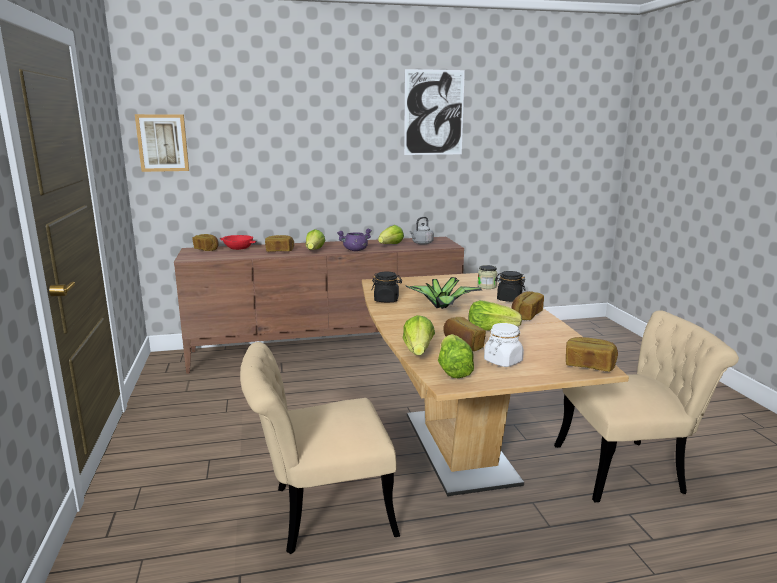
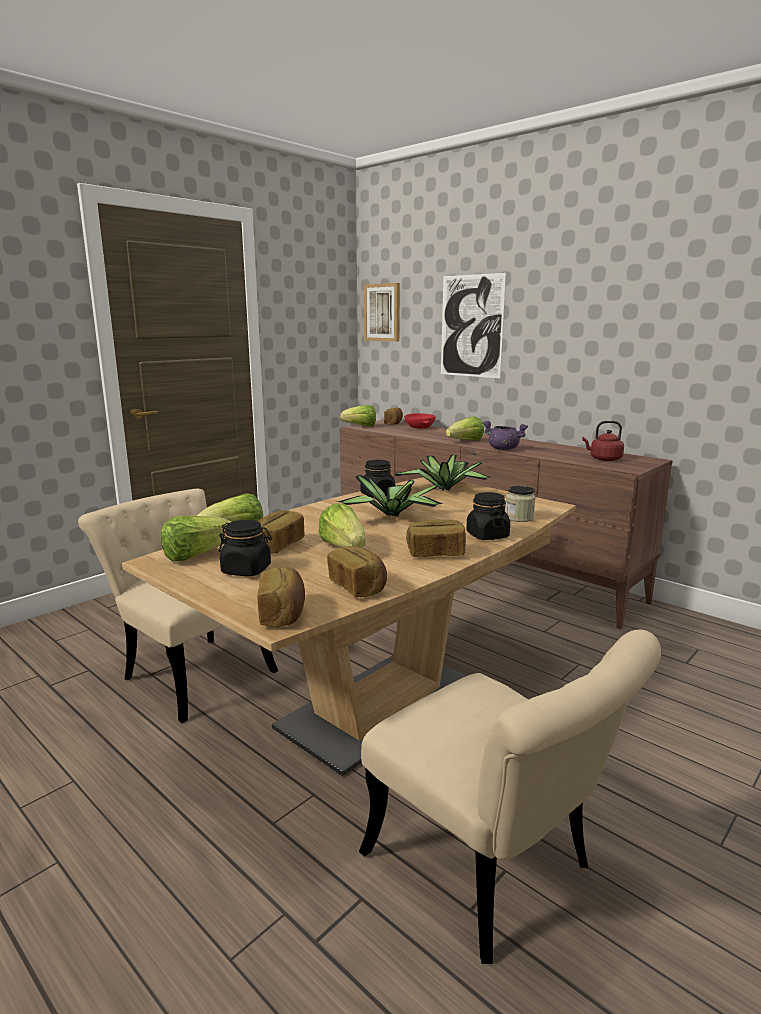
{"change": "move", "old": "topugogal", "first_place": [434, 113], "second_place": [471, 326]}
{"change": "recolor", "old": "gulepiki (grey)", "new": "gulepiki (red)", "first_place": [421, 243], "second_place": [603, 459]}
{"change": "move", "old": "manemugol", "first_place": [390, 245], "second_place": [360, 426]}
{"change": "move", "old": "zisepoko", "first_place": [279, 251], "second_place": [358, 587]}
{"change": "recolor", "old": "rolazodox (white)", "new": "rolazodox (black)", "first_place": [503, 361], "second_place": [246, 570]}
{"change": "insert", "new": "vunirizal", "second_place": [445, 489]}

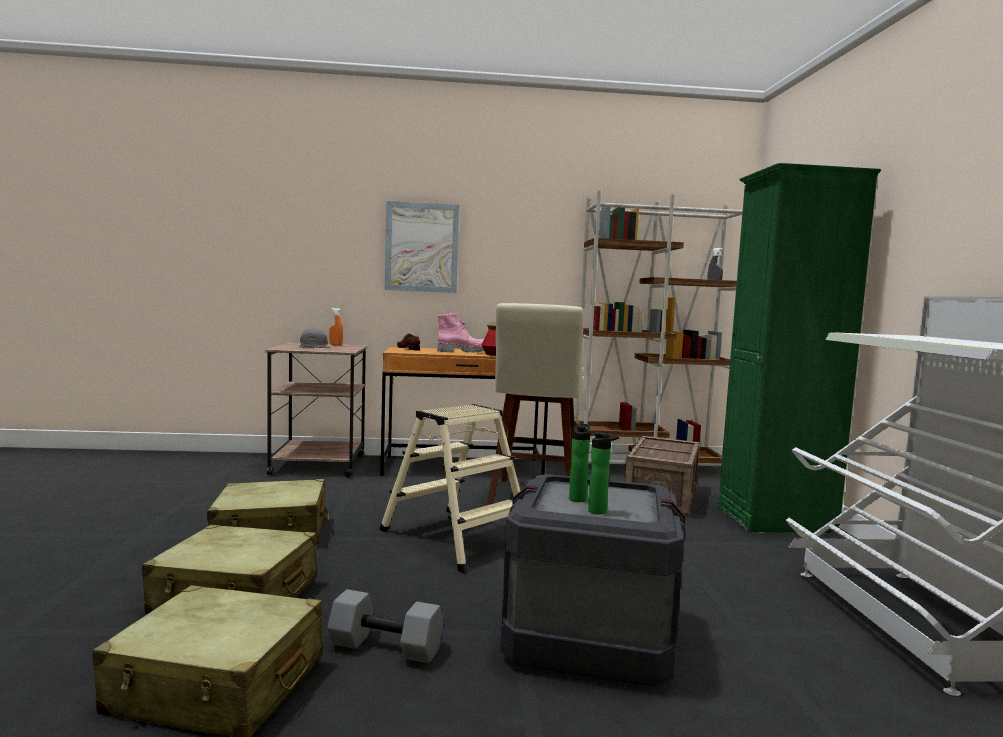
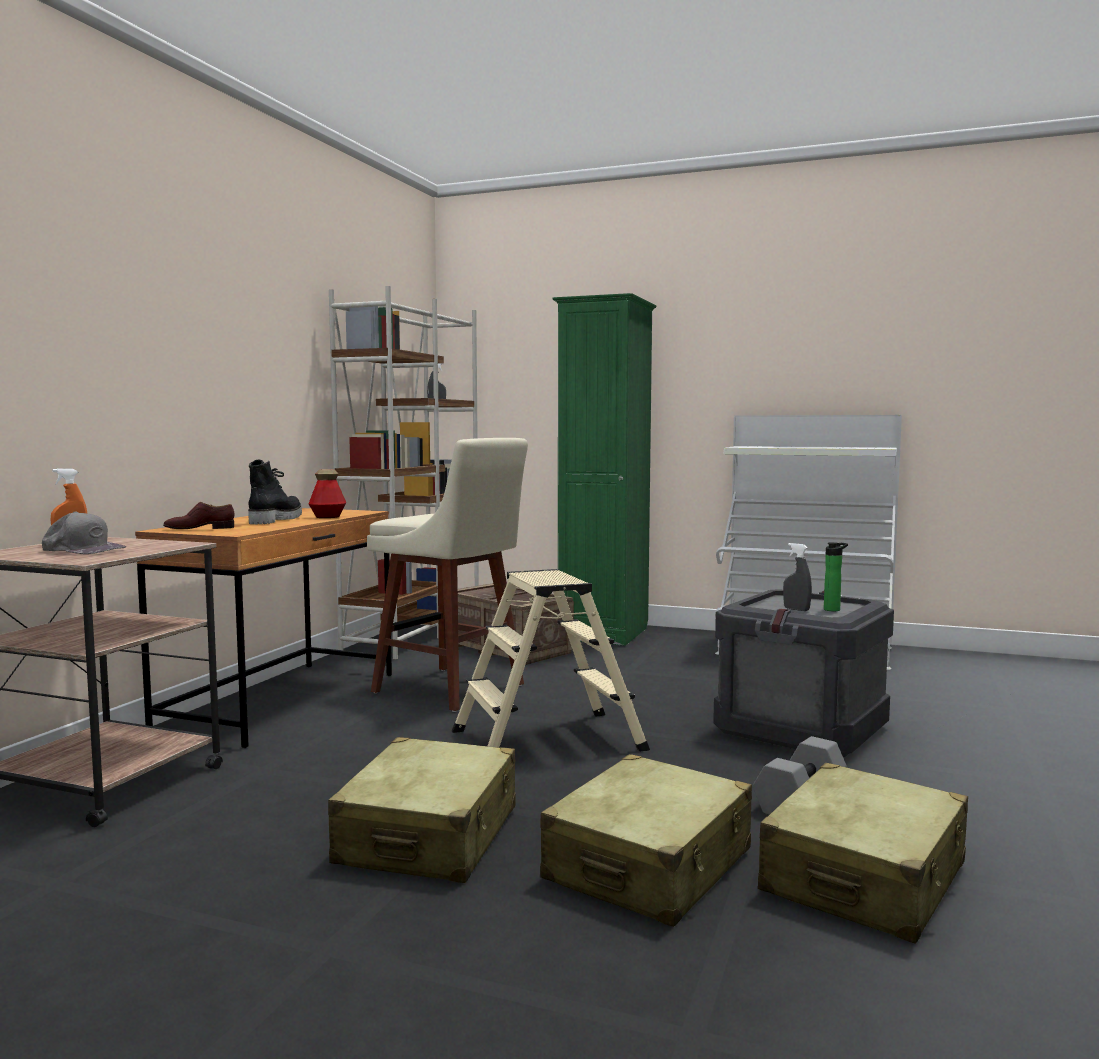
{"change": "delete", "old": "topugogal", "first_place": [422, 247]}
{"change": "recolor", "old": "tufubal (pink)", "new": "tufubal (black)", "first_place": [463, 351], "second_place": [274, 520]}
{"change": "replace", "old": "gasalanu", "new": "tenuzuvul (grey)", "first_place": [578, 498], "second_place": [796, 609]}

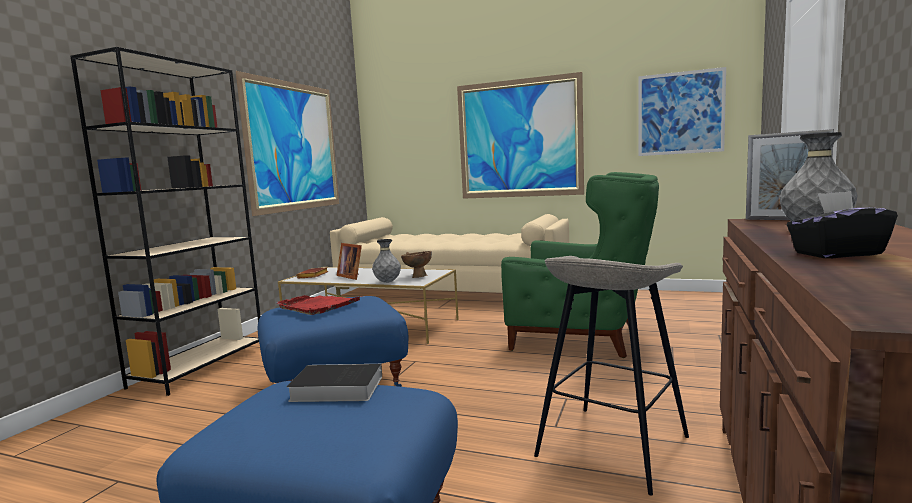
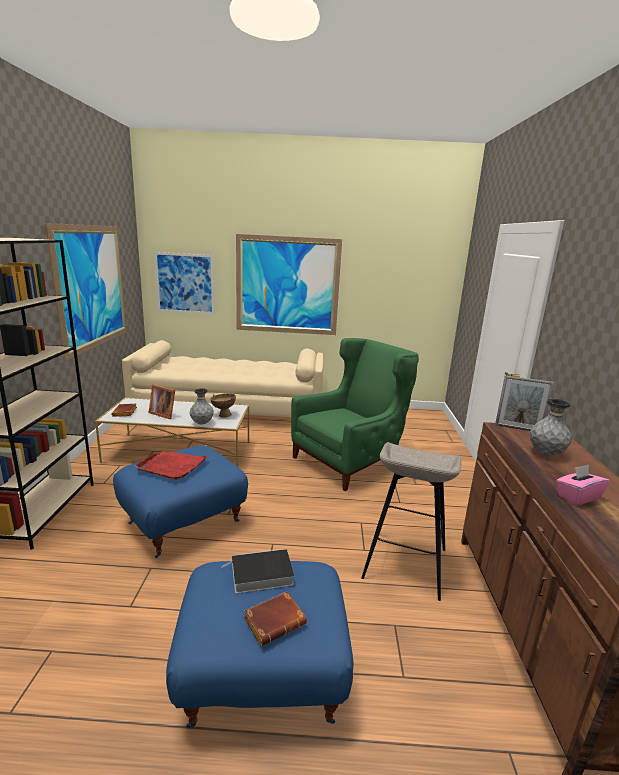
{"change": "move", "old": "topugogal", "first_place": [680, 113], "second_place": [185, 283]}
{"change": "rotate", "old": "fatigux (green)", "first_place": [582, 338], "second_place": [349, 461], "degrees": -45}
{"change": "recolor", "old": "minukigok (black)", "new": "minukigok (pink)", "first_place": [837, 254], "second_place": [577, 497]}
{"change": "insert", "new": "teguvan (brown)", "second_place": [275, 620]}

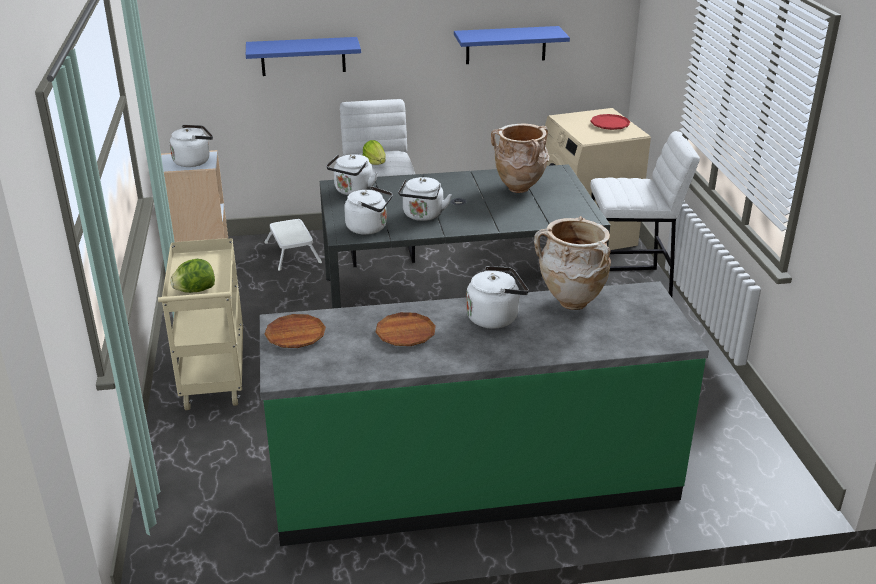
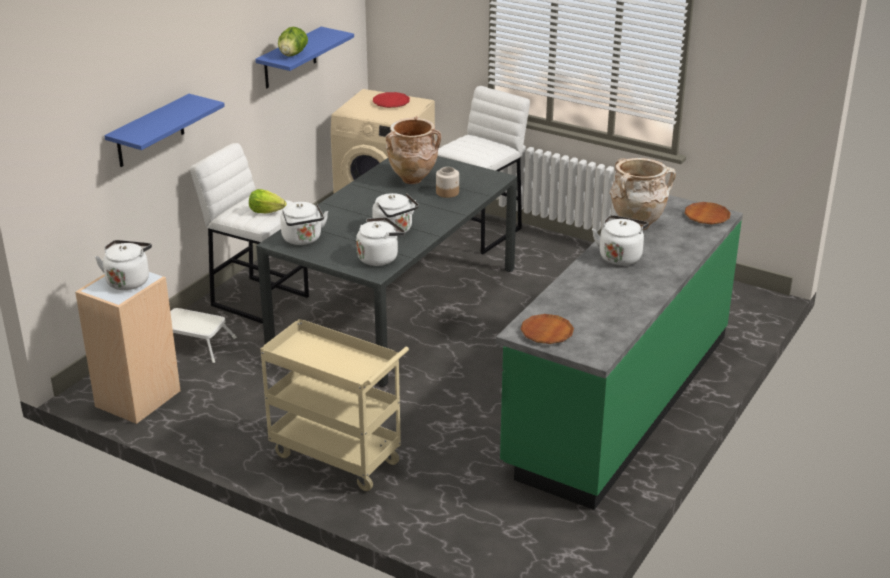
{"change": "move", "old": "manemugol", "first_place": [195, 290], "second_place": [292, 55]}
{"change": "move", "old": "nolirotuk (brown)", "first_place": [405, 333], "second_place": [707, 216]}
{"change": "insert", "new": "rolazodox", "second_place": [447, 192]}

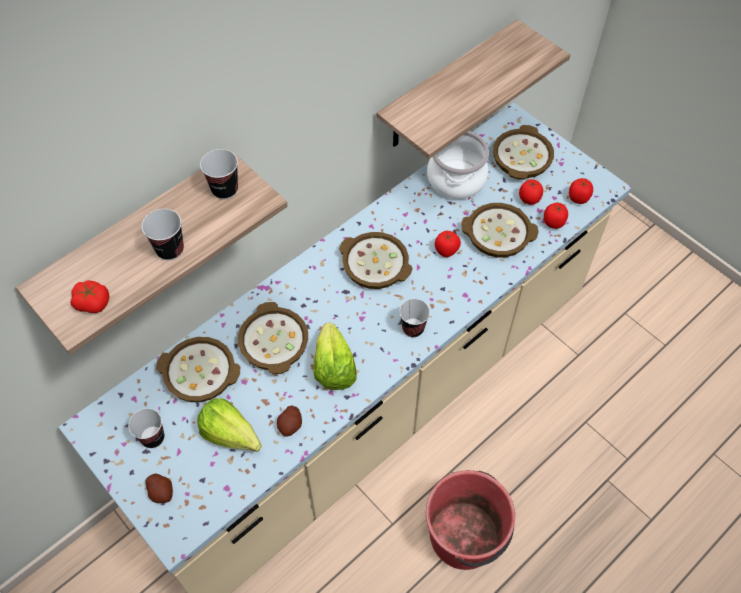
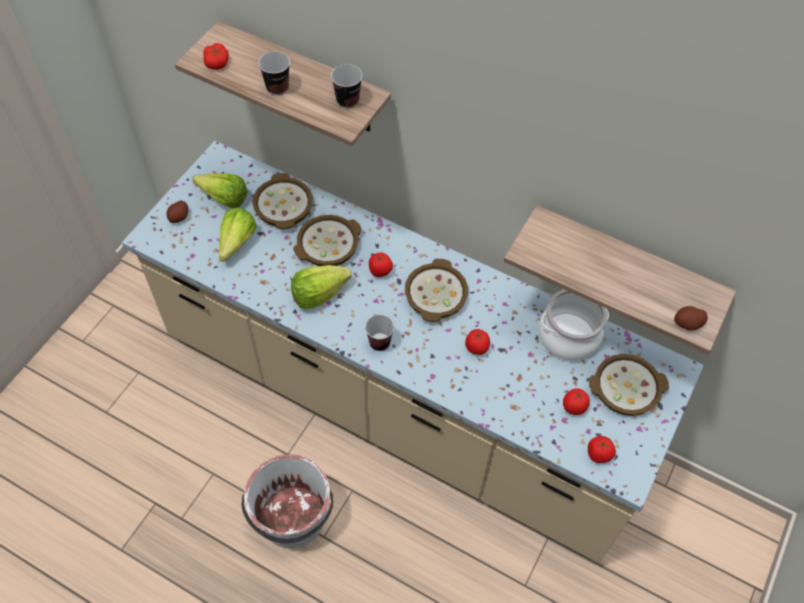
{"change": "delete", "old": "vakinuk", "first_place": [497, 235]}
{"change": "move", "old": "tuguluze", "first_place": [553, 223], "second_place": [380, 272]}
{"change": "move", "old": "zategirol", "first_place": [290, 425], "second_place": [687, 323]}
{"change": "replace", "old": "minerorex", "new": "manemugol", "first_place": [153, 438], "second_place": [221, 197]}
{"change": "recolor", "old": "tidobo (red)", "new": "tidobo (white)", "first_place": [465, 536], "second_place": [293, 518]}

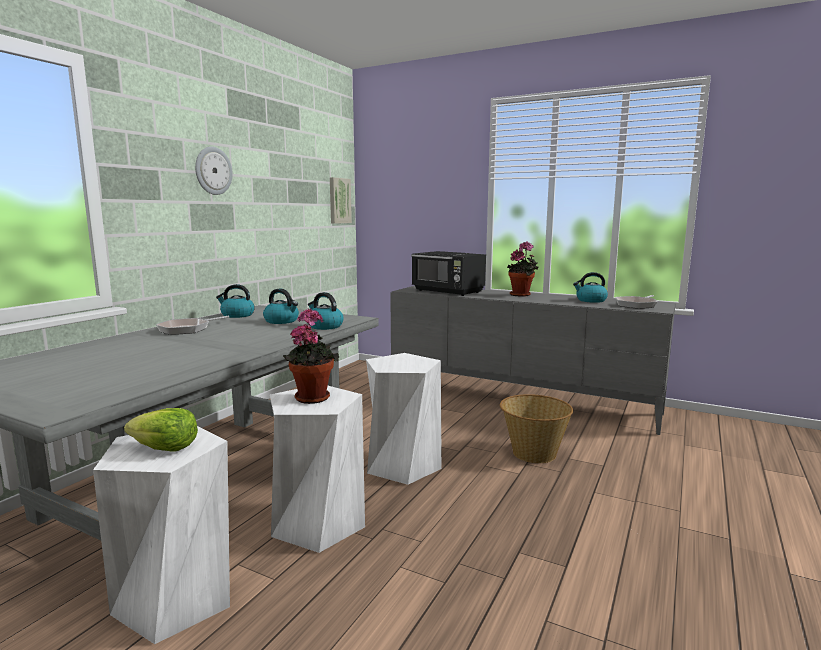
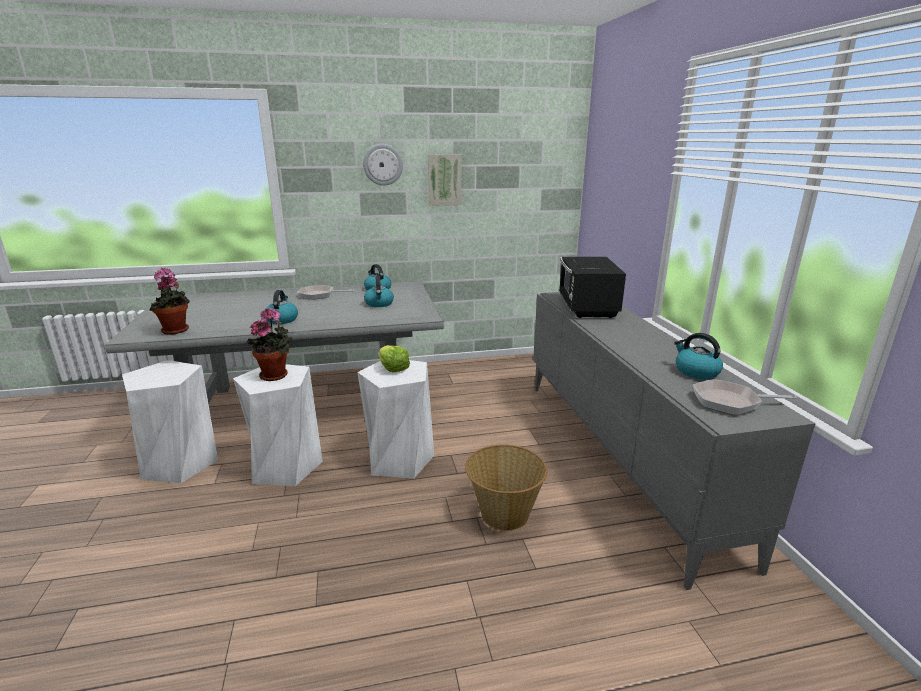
{"change": "move", "old": "topugogal", "first_place": [339, 200], "second_place": [444, 180]}
{"change": "move", "old": "vunirizal", "first_place": [522, 295], "second_place": [176, 331]}
{"change": "move", "old": "gulepiki", "first_place": [324, 326], "second_place": [282, 319]}
{"change": "move", "old": "manemugol", "first_place": [165, 448], "second_place": [393, 368]}

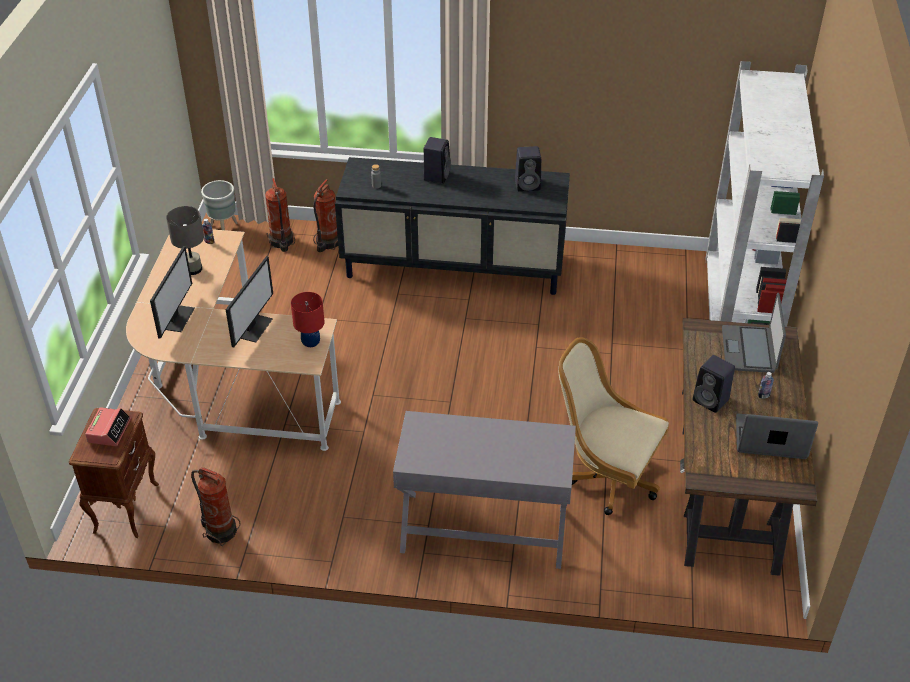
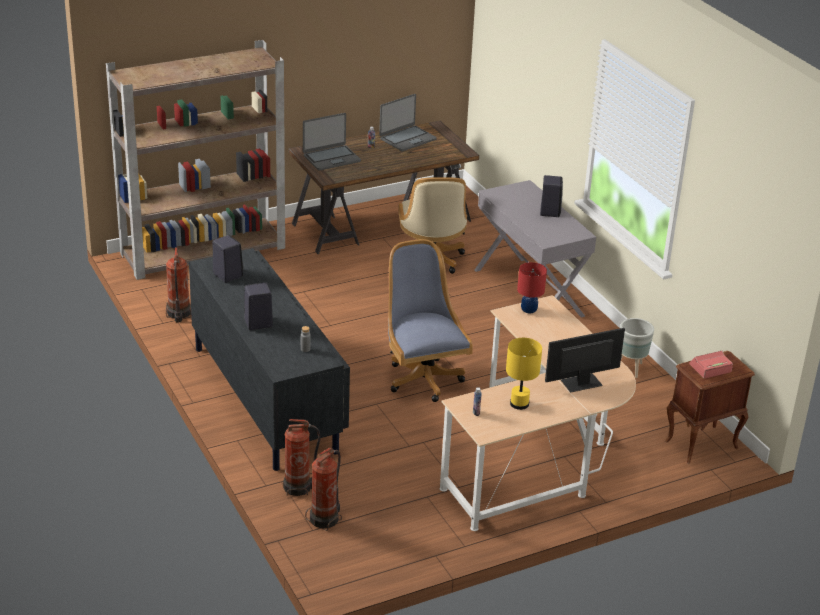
{"change": "recolor", "old": "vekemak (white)", "new": "vekemak (brown)", "first_place": [737, 315], "second_place": [203, 251]}
{"change": "move", "old": "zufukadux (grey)", "first_place": [223, 228], "second_place": [630, 369]}
{"change": "recolor", "old": "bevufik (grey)", "new": "bevufik (yellow)", "first_place": [193, 269], "second_place": [519, 404]}
{"change": "delete", "old": "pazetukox", "first_place": [253, 327]}
{"change": "move", "old": "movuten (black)", "first_place": [711, 400], "second_place": [549, 211]}
{"change": "rotate", "old": "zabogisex", "first_place": [770, 439], "second_place": [407, 139], "degrees": -105}
{"change": "move", "old": "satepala", "first_place": [220, 530], "second_place": [178, 314]}
{"change": "insert", "new": "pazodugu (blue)", "second_place": [421, 376]}

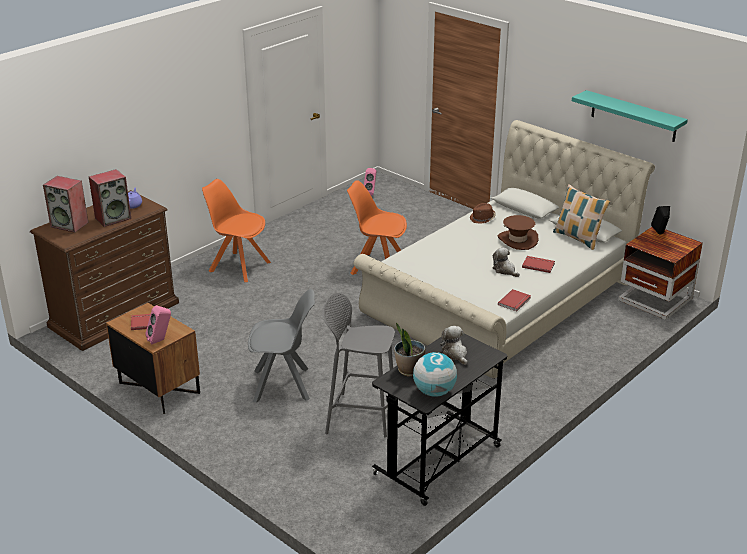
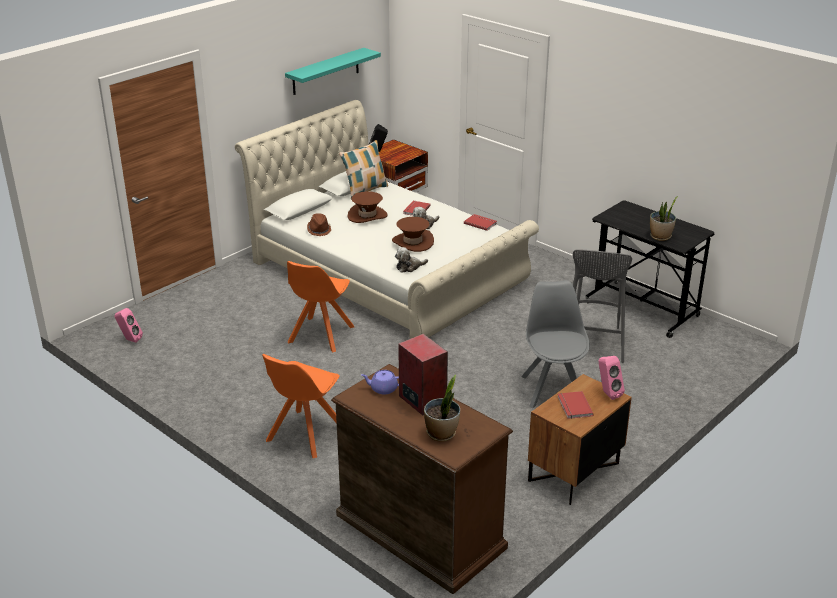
{"change": "replace", "old": "movuten", "new": "vunirizal", "first_place": [70, 224], "second_place": [441, 434]}
{"change": "move", "old": "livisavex", "first_place": [455, 354], "second_place": [409, 267]}
{"change": "delete", "old": "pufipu", "first_place": [434, 392]}
{"change": "insert", "new": "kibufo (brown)", "second_place": [413, 242]}

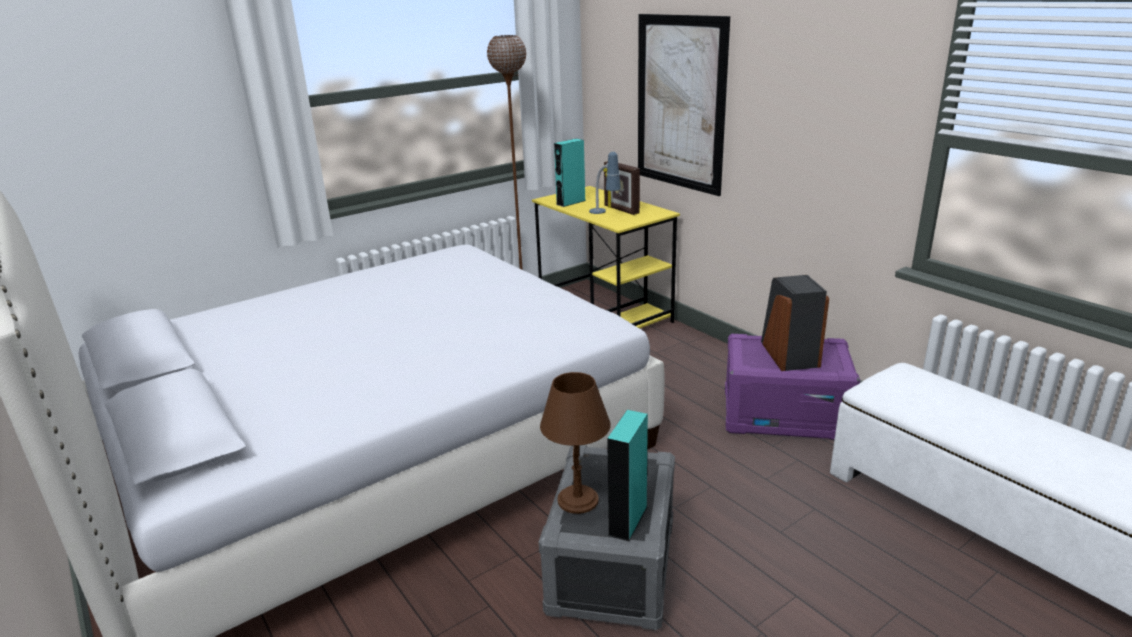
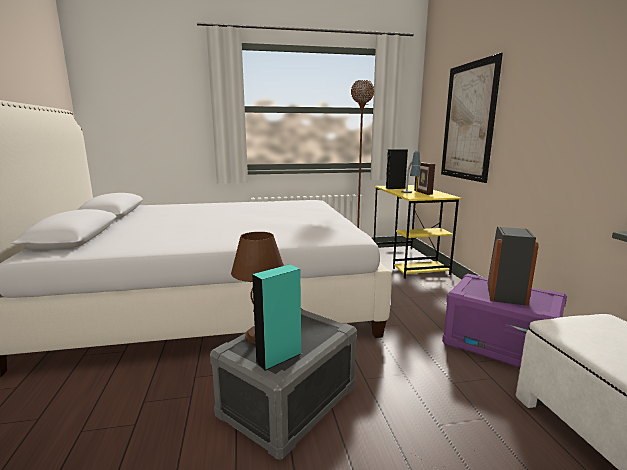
{"change": "recolor", "old": "movuten (turquoise)", "new": "movuten (black)", "first_place": [571, 202], "second_place": [395, 188]}

